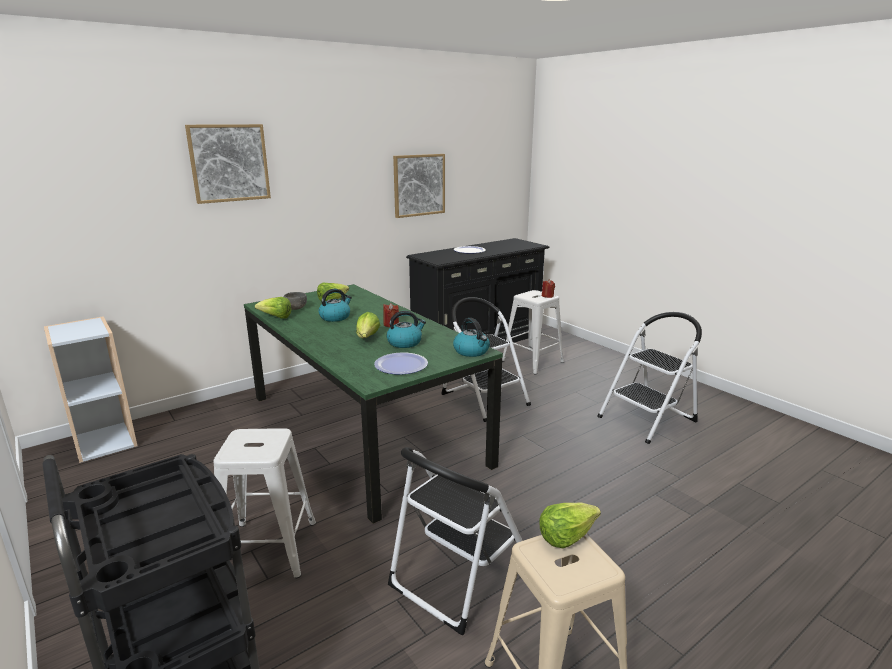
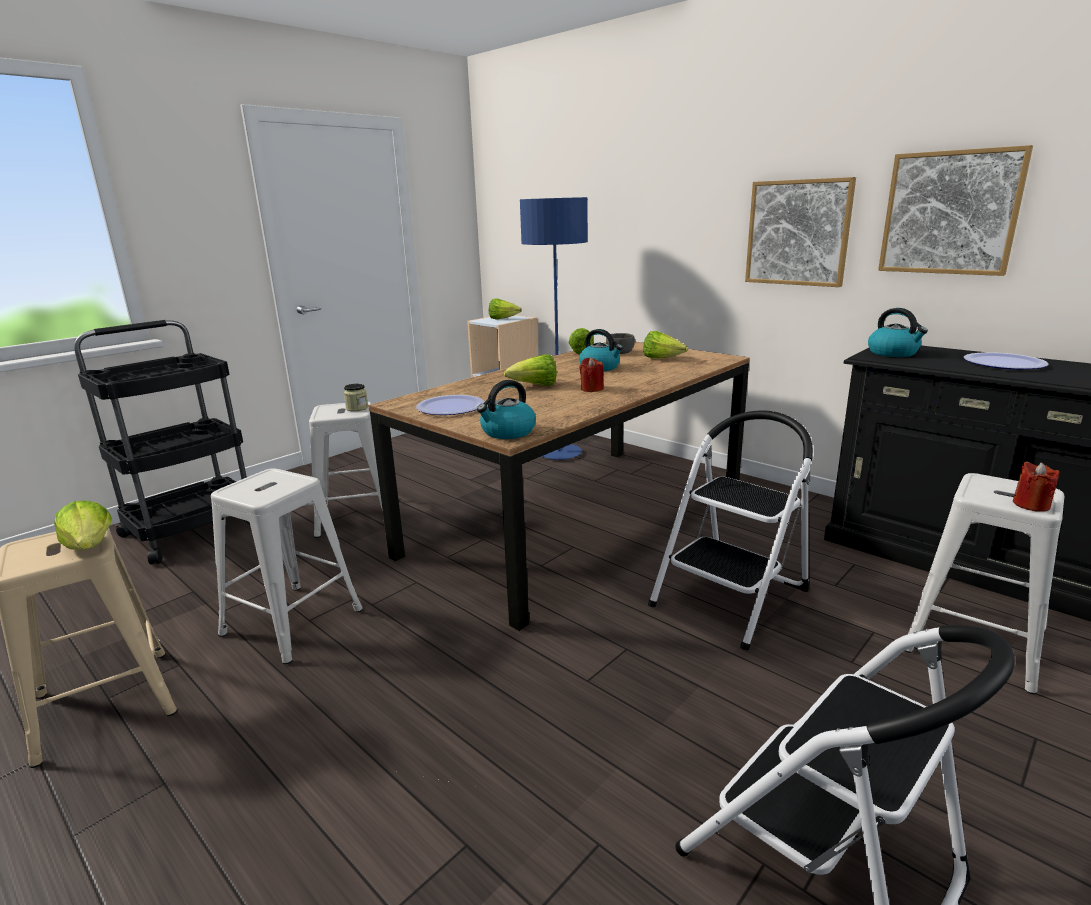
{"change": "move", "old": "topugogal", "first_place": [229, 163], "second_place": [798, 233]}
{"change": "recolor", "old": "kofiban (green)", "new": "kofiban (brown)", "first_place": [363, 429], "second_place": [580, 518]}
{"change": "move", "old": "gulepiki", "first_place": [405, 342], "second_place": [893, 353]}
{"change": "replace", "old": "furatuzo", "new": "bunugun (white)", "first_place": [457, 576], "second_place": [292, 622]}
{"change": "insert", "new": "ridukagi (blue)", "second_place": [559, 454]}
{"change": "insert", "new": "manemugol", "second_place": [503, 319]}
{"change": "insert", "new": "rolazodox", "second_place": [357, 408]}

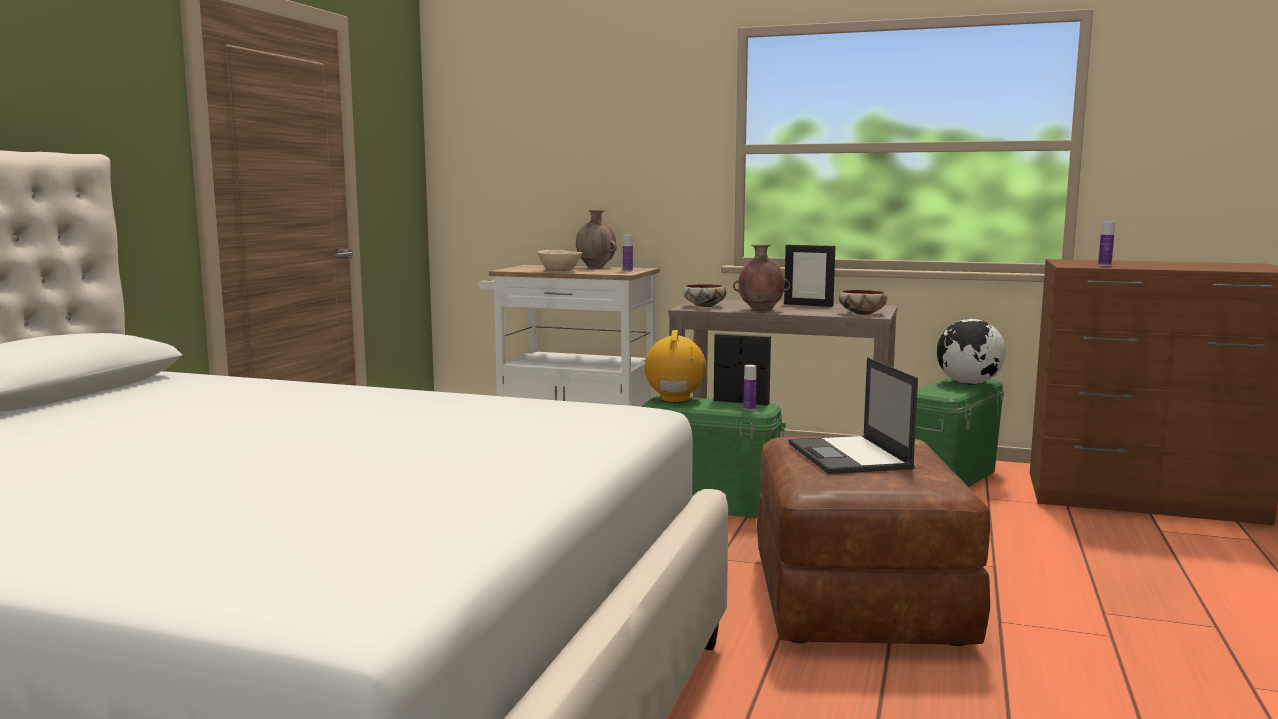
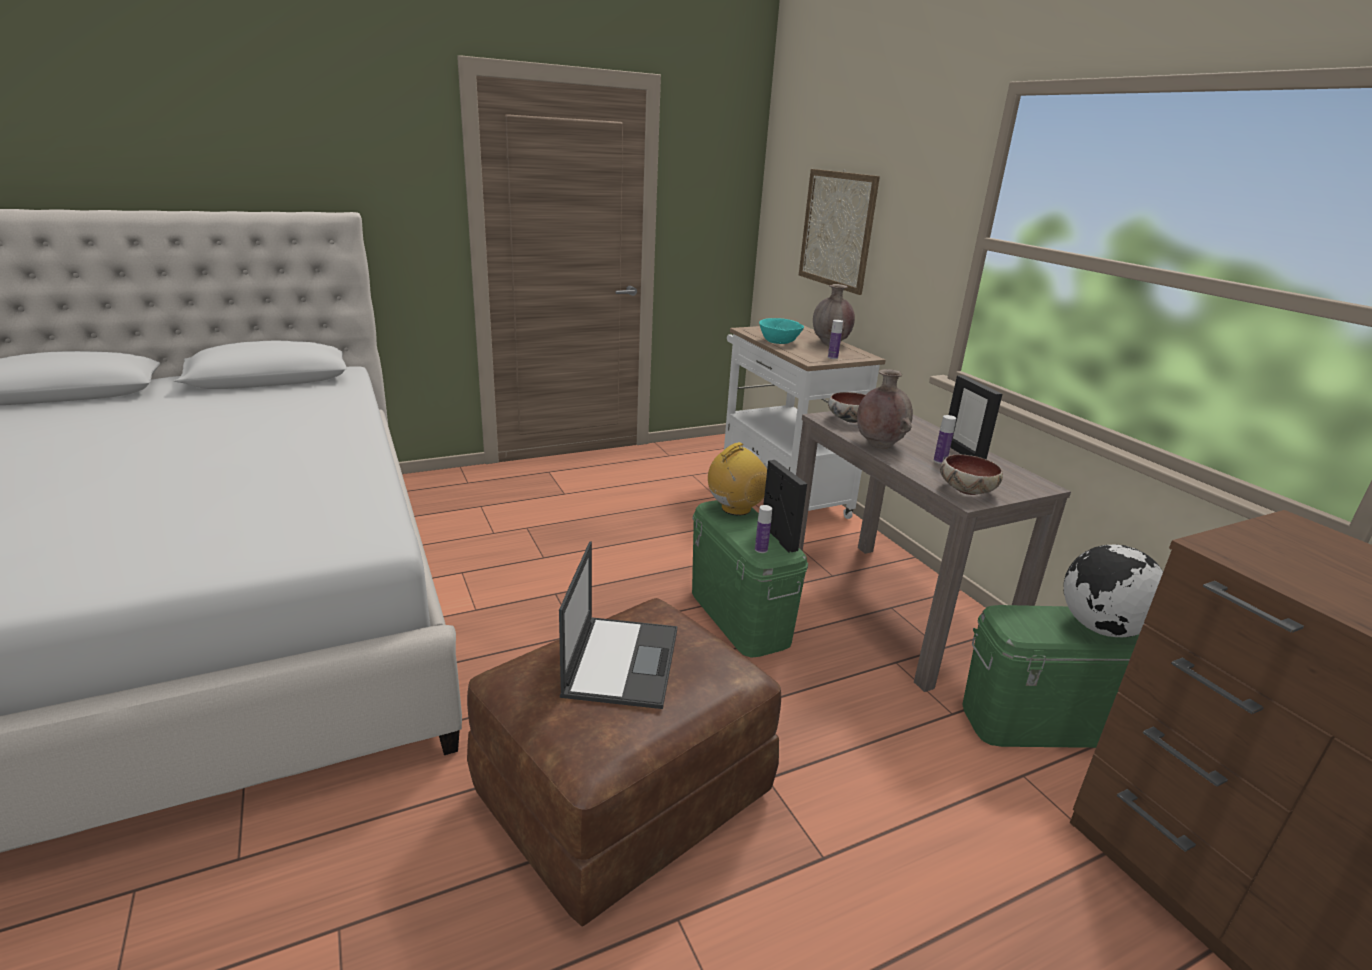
{"change": "move", "old": "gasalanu", "first_place": [1104, 265], "second_place": [940, 461]}
{"change": "recolor", "old": "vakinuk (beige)", "new": "vakinuk (turquoise)", "first_place": [560, 271], "second_place": [778, 342]}
{"change": "rotate", "old": "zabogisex", "first_place": [850, 456], "second_place": [622, 660], "degrees": 150}
{"change": "insert", "new": "topugogal", "second_place": [837, 228]}

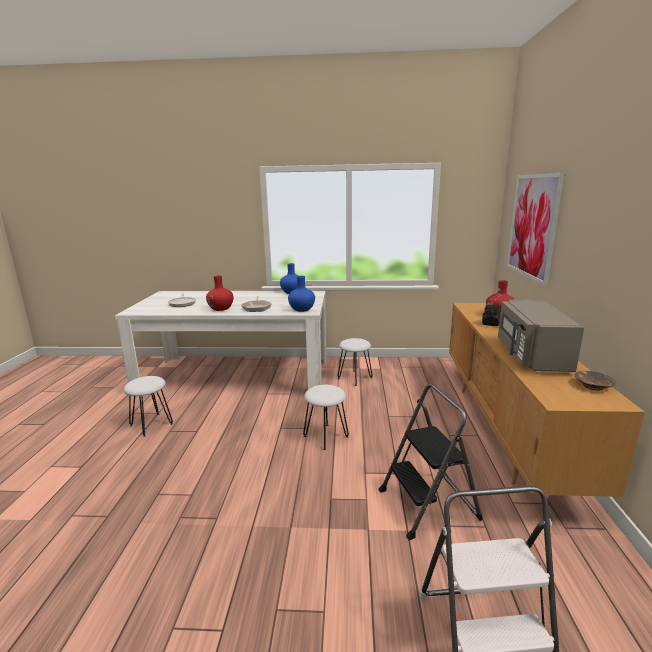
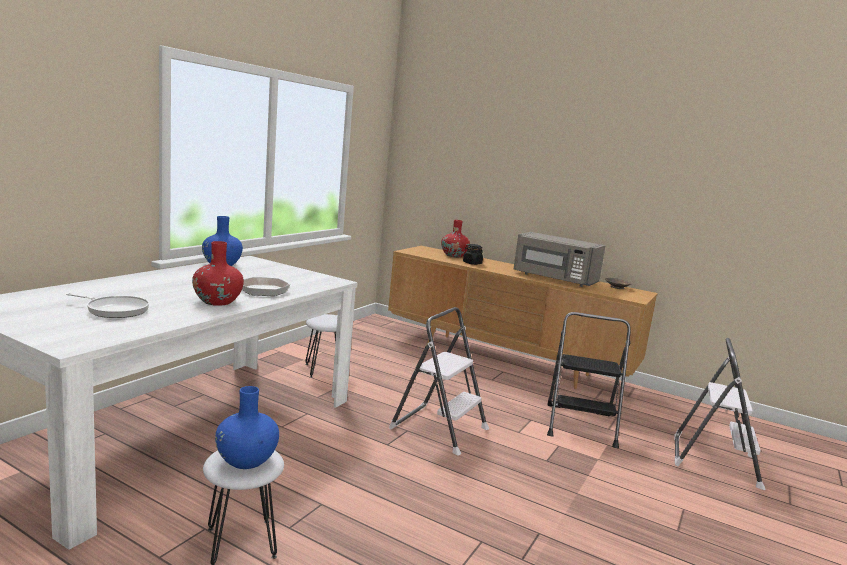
{"change": "delete", "old": "topugogal", "first_place": [532, 226]}
{"change": "move", "old": "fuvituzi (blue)", "first_place": [301, 309], "second_place": [246, 460]}
{"change": "replace", "old": "bunugun (white)", "new": "furatuzo (white)", "first_place": [326, 436], "second_place": [436, 427]}

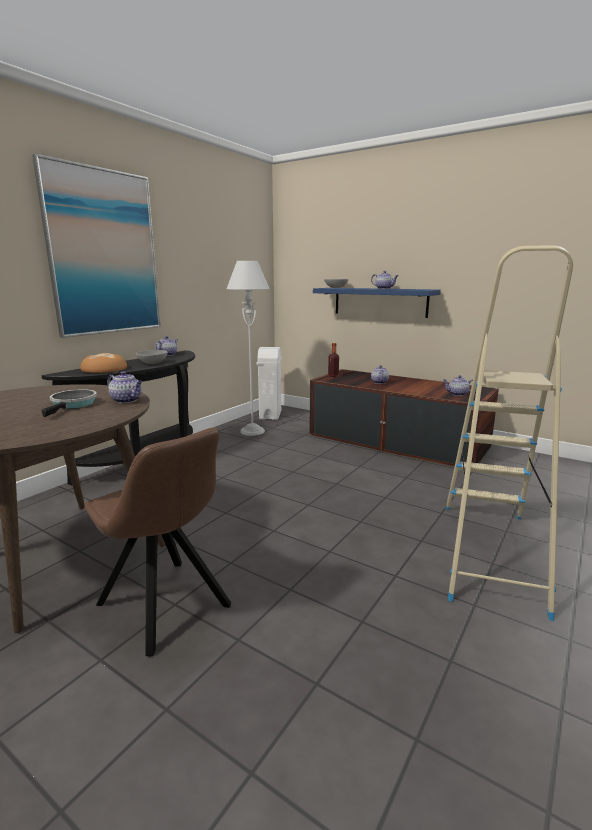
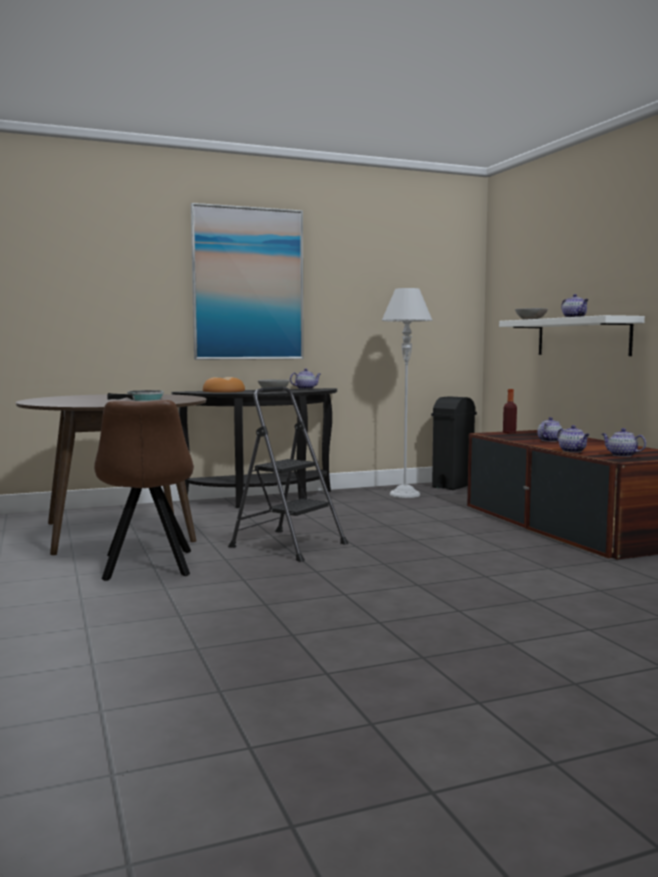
{"change": "delete", "old": "furatuzo (beige)", "first_place": [488, 552]}
{"change": "recolor", "old": "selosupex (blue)", "new": "selosupex (white)", "first_place": [380, 302], "second_place": [582, 337]}
{"change": "recolor", "old": "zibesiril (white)", "new": "zibesiril (black)", "first_place": [270, 415], "second_place": [453, 486]}
{"change": "move", "old": "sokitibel", "first_place": [127, 400], "second_place": [573, 451]}
{"change": "insert", "new": "furatuzo (black)", "second_place": [286, 544]}

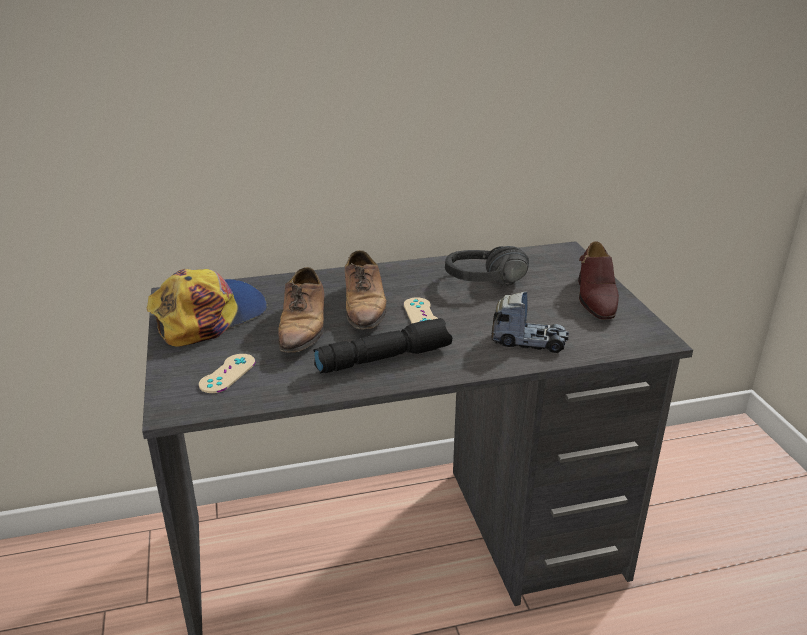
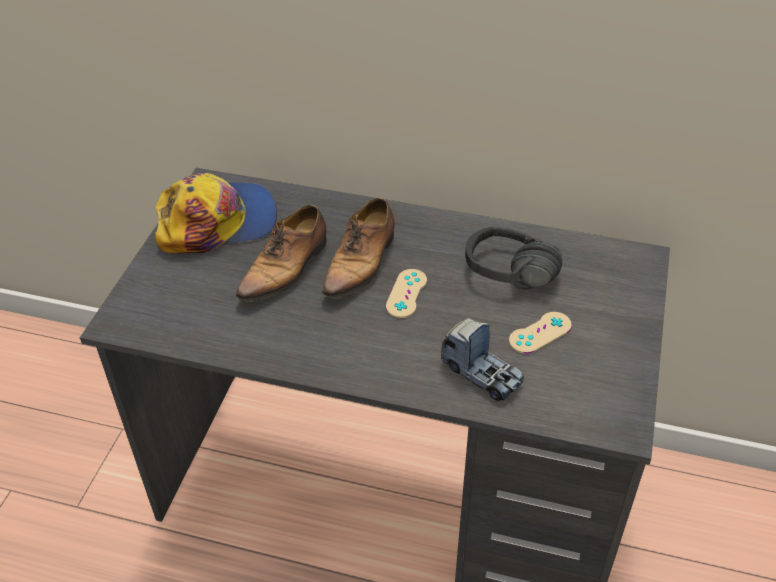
{"change": "delete", "old": "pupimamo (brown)", "first_place": [595, 298]}
{"change": "delete", "old": "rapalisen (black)", "first_place": [384, 358]}
{"change": "move", "old": "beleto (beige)", "first_place": [227, 373], "second_place": [540, 333]}

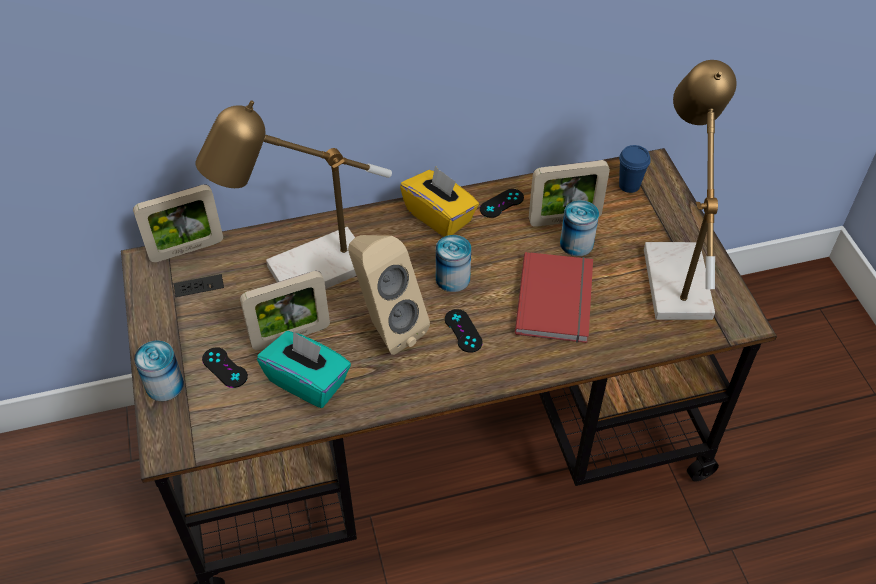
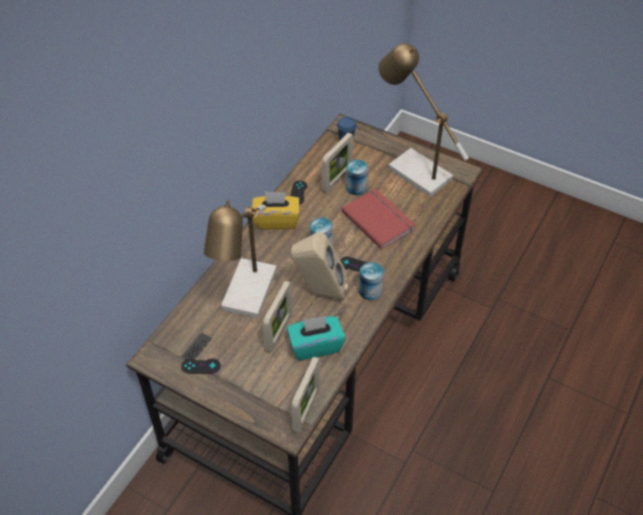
{"change": "move", "old": "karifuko", "first_place": [186, 249], "second_place": [306, 410]}
{"change": "move", "old": "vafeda", "first_place": [164, 385], "second_place": [370, 290]}
{"change": "move", "old": "beleto (black)", "first_place": [224, 367], "second_place": [200, 366]}

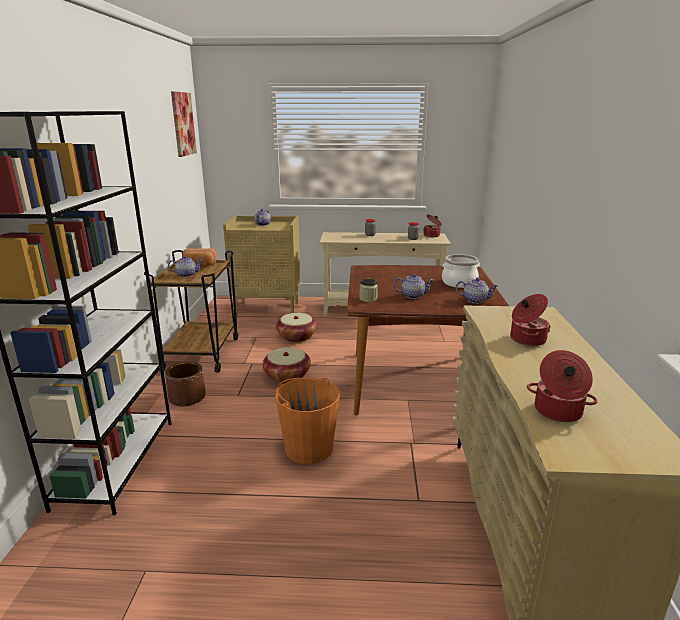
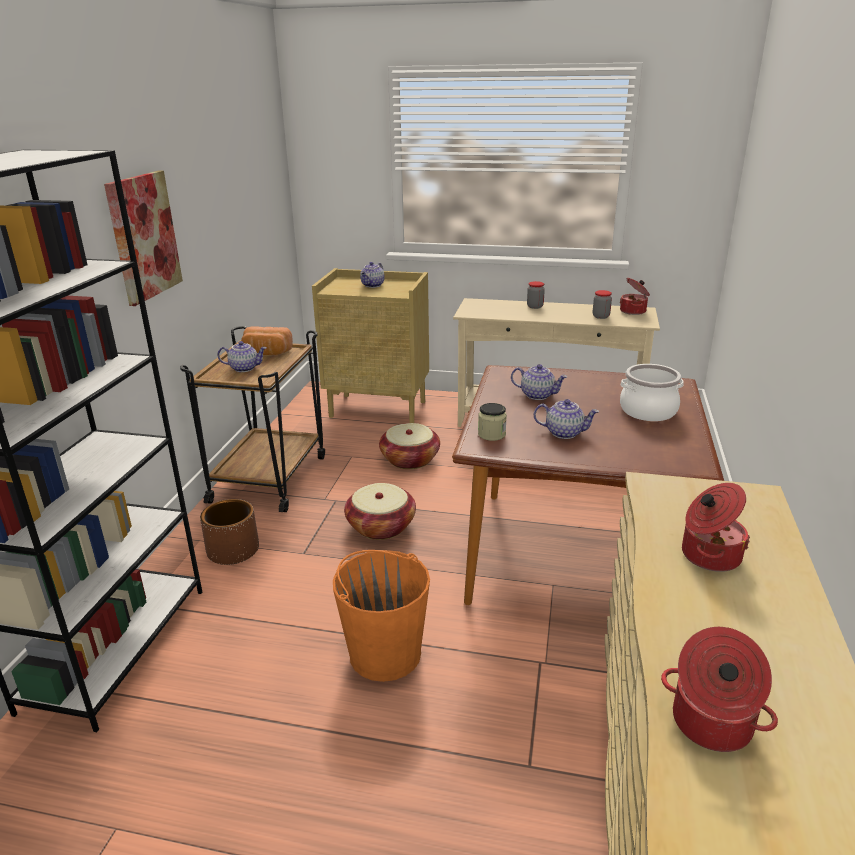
{"change": "move", "old": "topugogal", "first_place": [183, 124], "second_place": [144, 236]}
{"change": "move", "old": "sokitibel", "first_place": [475, 300], "second_place": [538, 395]}

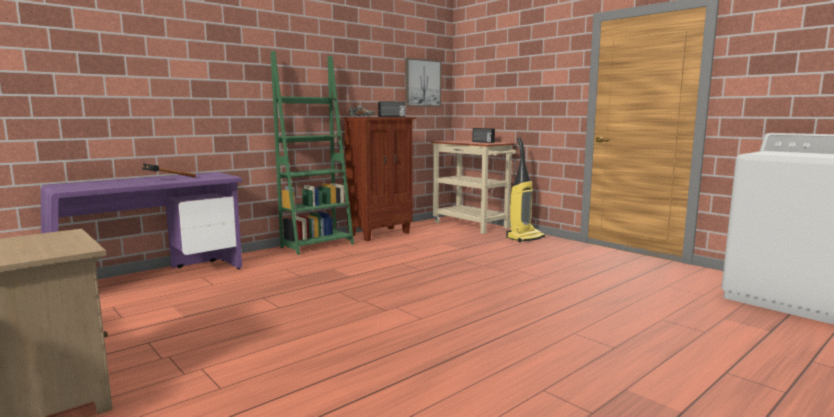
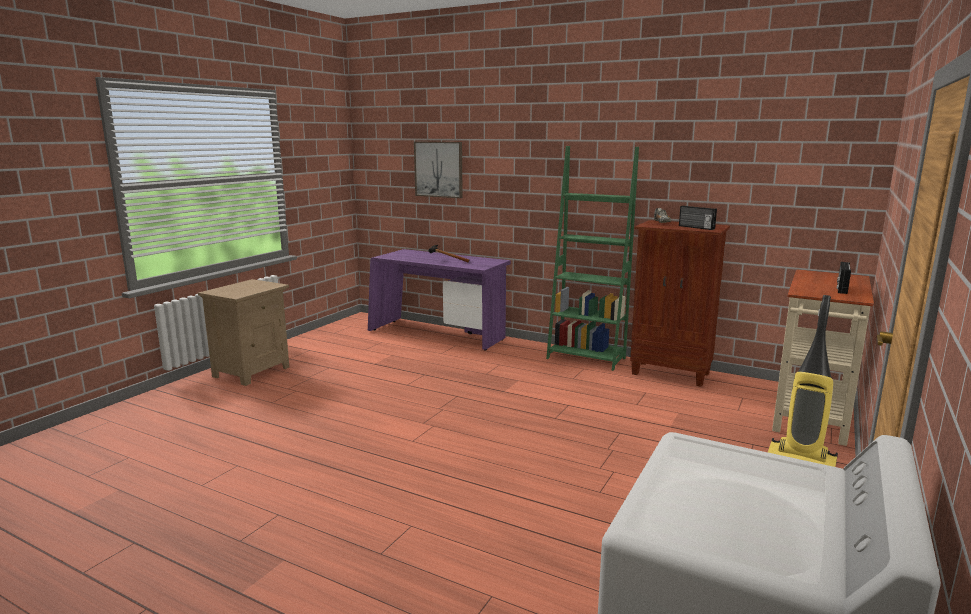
{"change": "move", "old": "topugogal", "first_place": [422, 83], "second_place": [439, 169]}

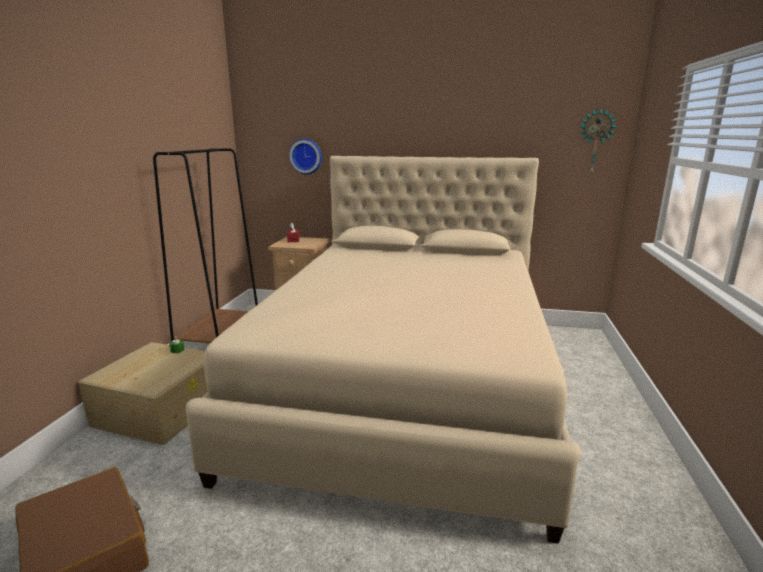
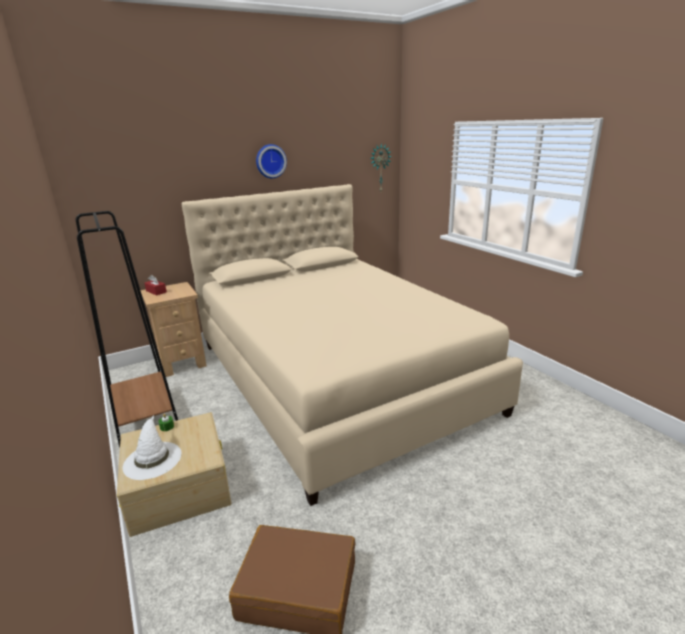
{"change": "move", "old": "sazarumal", "first_place": [306, 156], "second_place": [270, 161]}
{"change": "insert", "new": "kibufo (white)", "second_place": [152, 459]}

